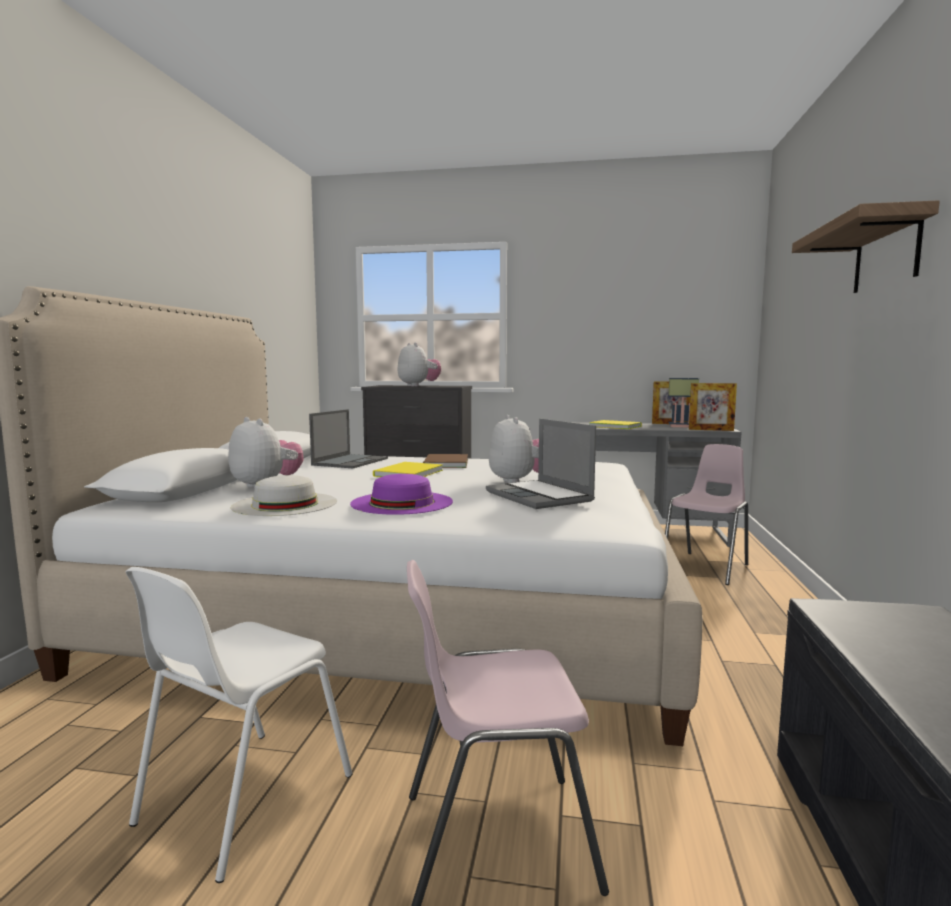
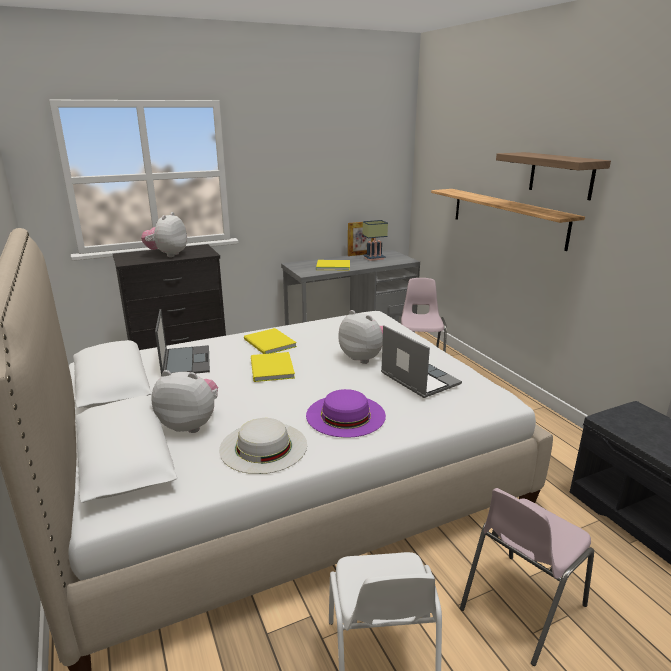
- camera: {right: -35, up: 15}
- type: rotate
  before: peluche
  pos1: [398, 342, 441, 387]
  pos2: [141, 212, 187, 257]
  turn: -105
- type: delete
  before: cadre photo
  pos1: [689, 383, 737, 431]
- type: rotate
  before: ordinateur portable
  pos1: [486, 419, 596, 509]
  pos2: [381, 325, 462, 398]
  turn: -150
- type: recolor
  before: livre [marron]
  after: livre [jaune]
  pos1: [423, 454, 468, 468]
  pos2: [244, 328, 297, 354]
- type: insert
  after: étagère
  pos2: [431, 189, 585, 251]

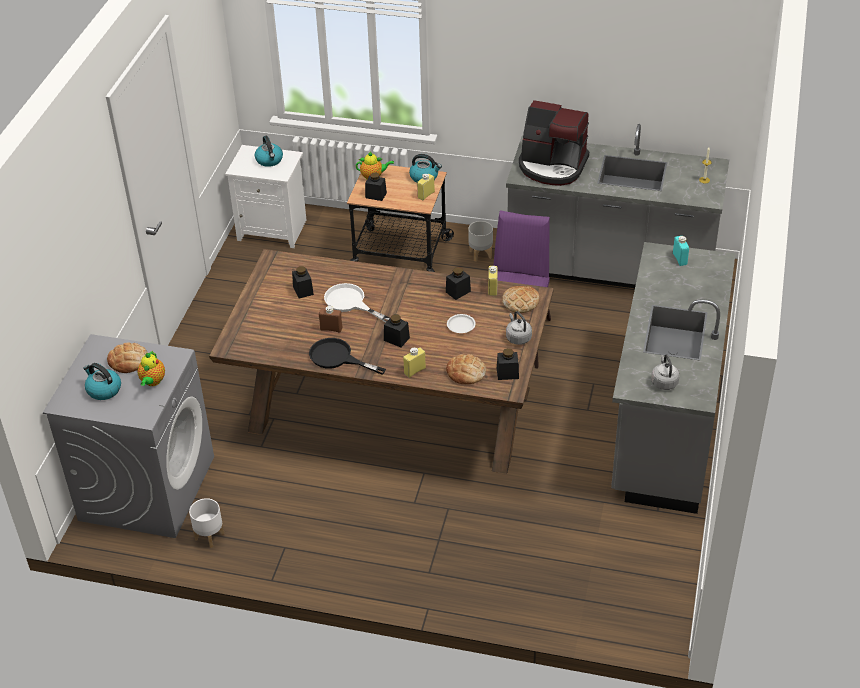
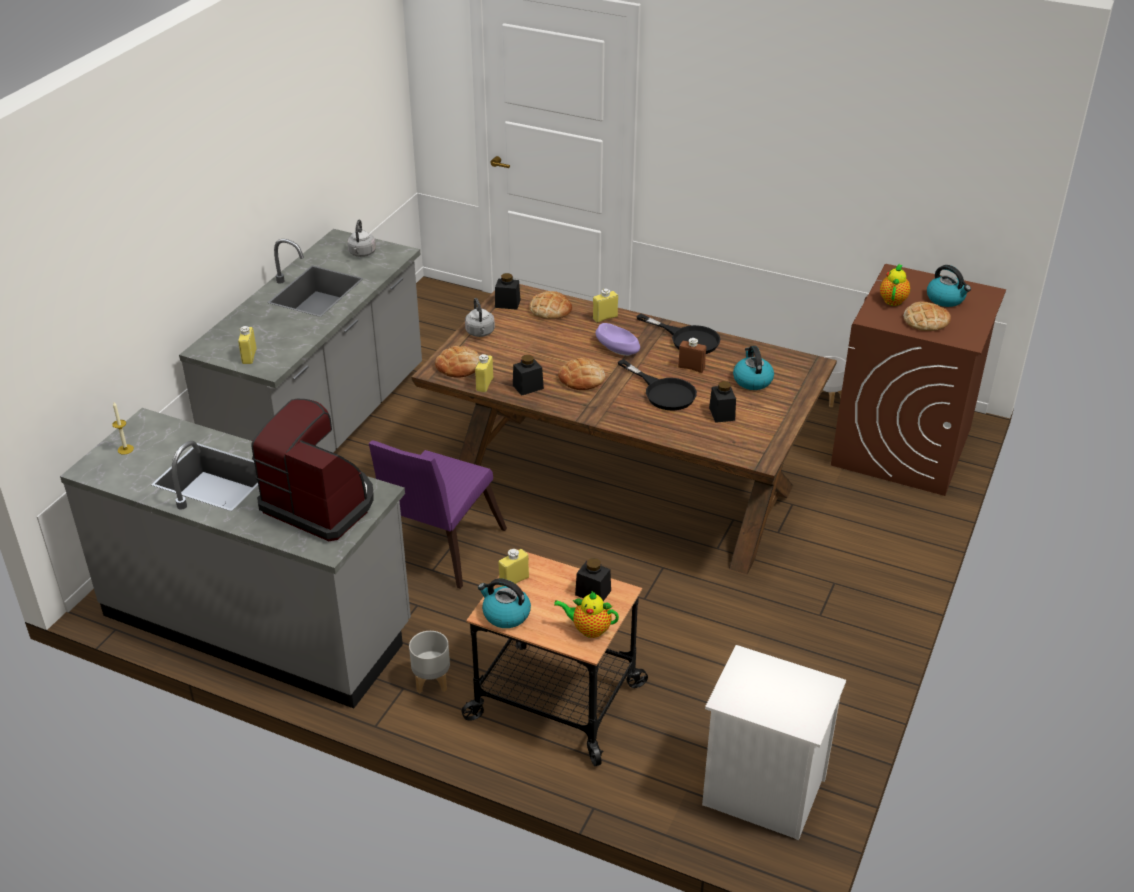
- camera: {right: -170, up: -5}
- type: move
  before: bouilloire
  pos1: [255, 136, 283, 167]
  pos2: [733, 346, 774, 390]
- type: recolor
  before: bouteille [turquoise]
  after: bouteille [jaune]
  pos1: [673, 236, 689, 266]
  pos2: [238, 326, 257, 364]
- type: recolor
  before: poêle [blanc]
  after: poêle [noir]
  pos1: [324, 283, 390, 323]
  pos2: [618, 359, 697, 411]
- type: replace
  before: bocal [noir]
  after: bol [violet]
  pos1: [384, 314, 410, 347]
  pos2: [595, 323, 640, 356]
- type: delete
  before: assiette [blanc]
  pos1: [447, 314, 476, 333]
- type: recolor
  before: lave-linge [gris]
  after: lave-linge [marron]
  pos1: [43, 334, 214, 538]
  pos2: [831, 264, 1006, 496]
- type: insert
  after: pain
  pos2: [558, 358, 605, 390]

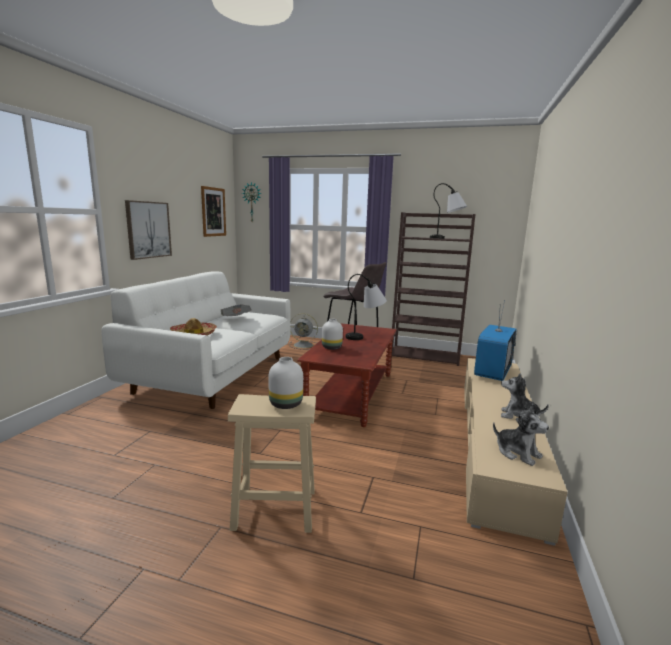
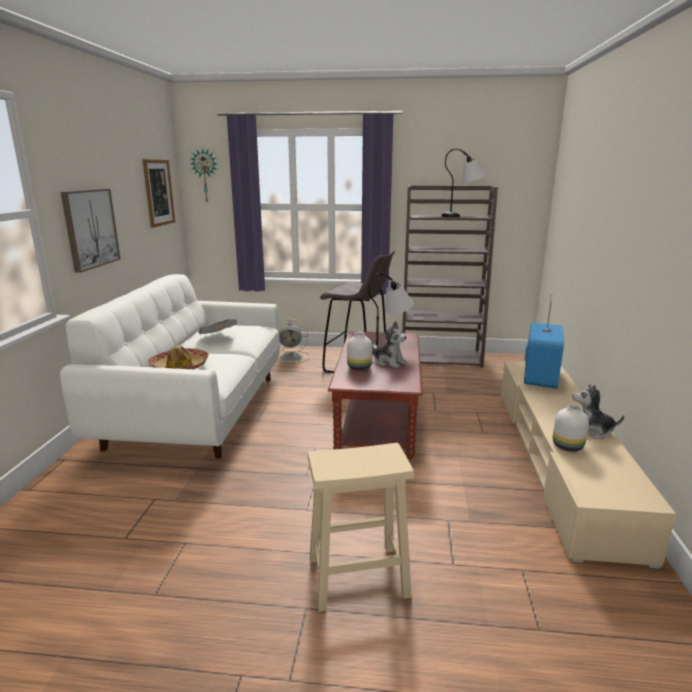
- camera: {right: -10, up: 5}
- type: move
  before: vase [blanc]
  pos1: [268, 357, 303, 409]
  pos2: [553, 405, 589, 452]
- type: move
  before: peluche
  pos1: [493, 404, 549, 466]
  pos2: [372, 321, 407, 368]

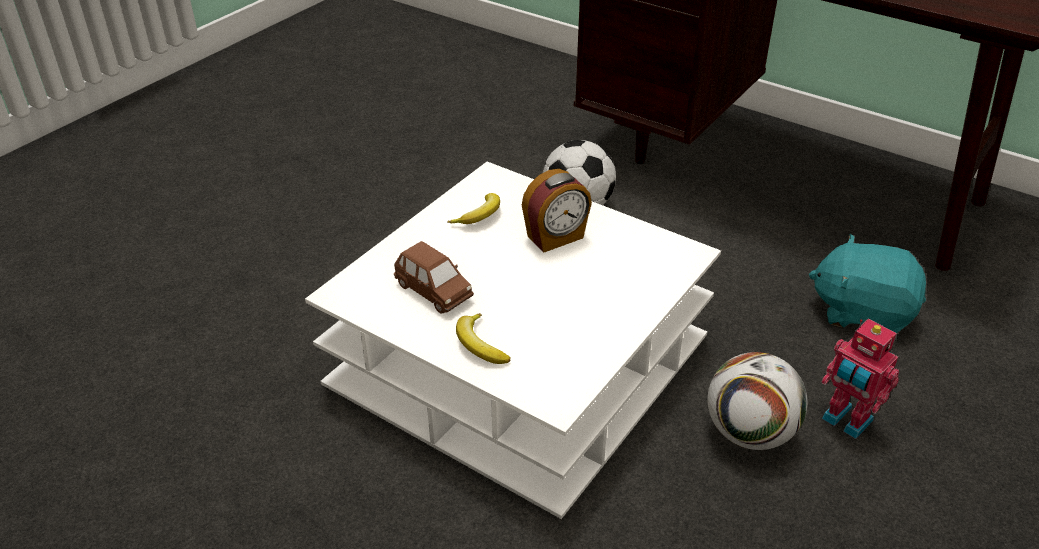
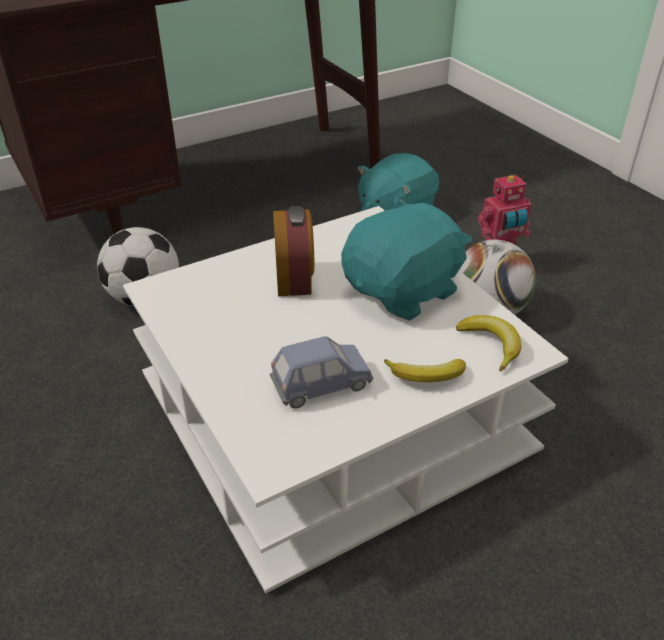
- camera: {right: -65, up: 0}
- type: move
  before: banane
  pos1: [448, 193, 500, 224]
  pos2: [456, 315, 521, 371]
- type: recolor
  before: petite voiture [marron]
  after: petite voiture [bleu]
  pos1: [394, 241, 474, 314]
  pos2: [270, 336, 373, 408]
- type: insert
  after: peluche [turquoise]
  pos2: [341, 197, 472, 321]

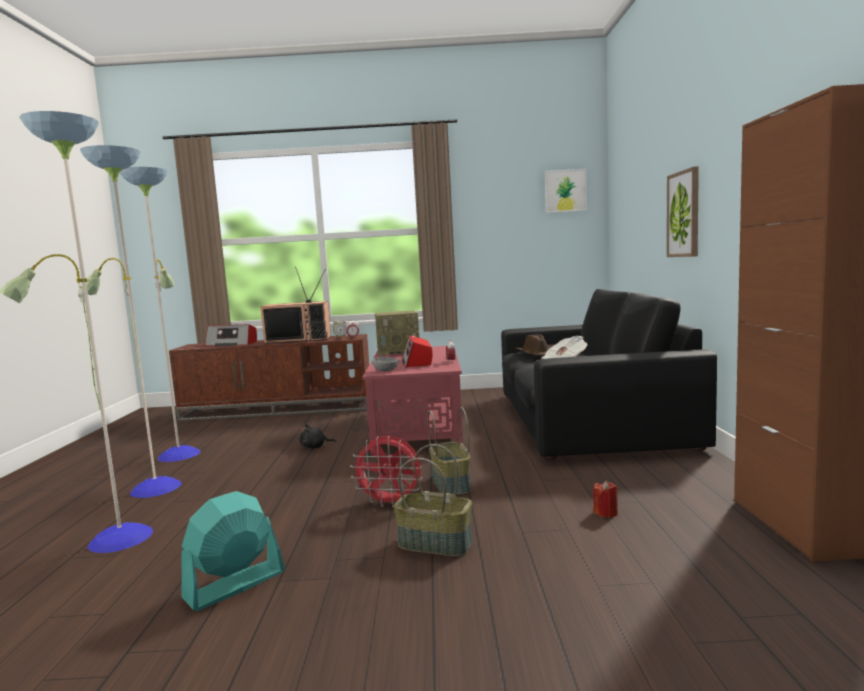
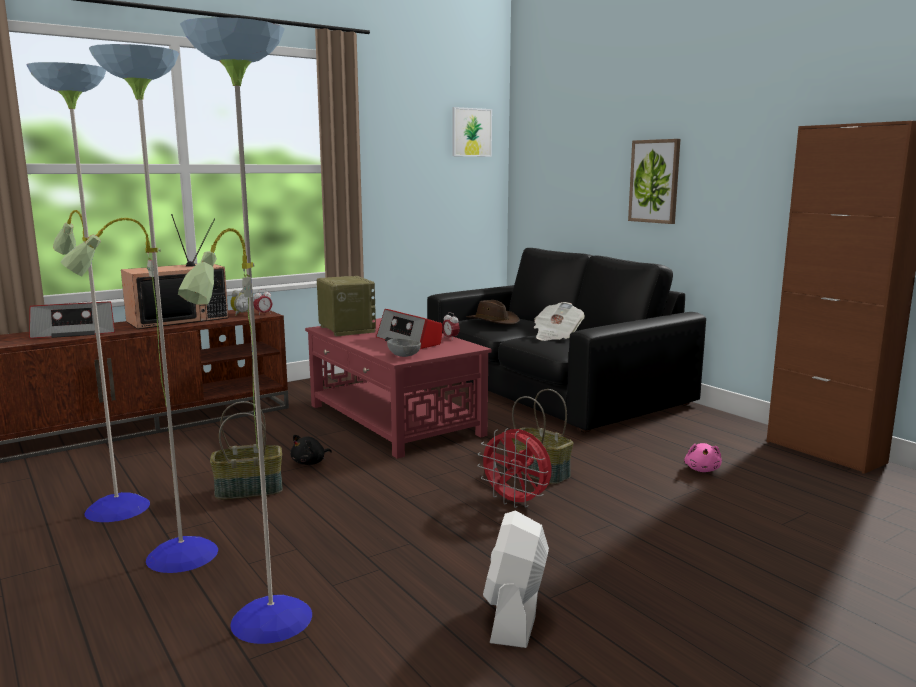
- camera: {right: -35, up: 5}
- type: rotate
  before: radio
  pos1: [375, 310, 420, 356]
  pos2: [317, 276, 376, 336]
  turn: -75
- type: rotate
  before: ventilateur [rouge]
  pos1: [350, 436, 422, 507]
  pos2: [477, 428, 552, 508]
  turn: 60
- type: move
  before: panier
  pos1: [393, 444, 473, 557]
  pos2: [210, 401, 283, 500]
- type: replace
  before: bougie [rouge]
  after: peluche [rose]
  pos1: [593, 481, 618, 518]
  pos2: [684, 443, 722, 472]
- type: recolor
  before: ventilateur [turquoise]
  after: ventilateur [blanc]
  pos1: [181, 491, 285, 611]
  pos2: [483, 510, 549, 648]

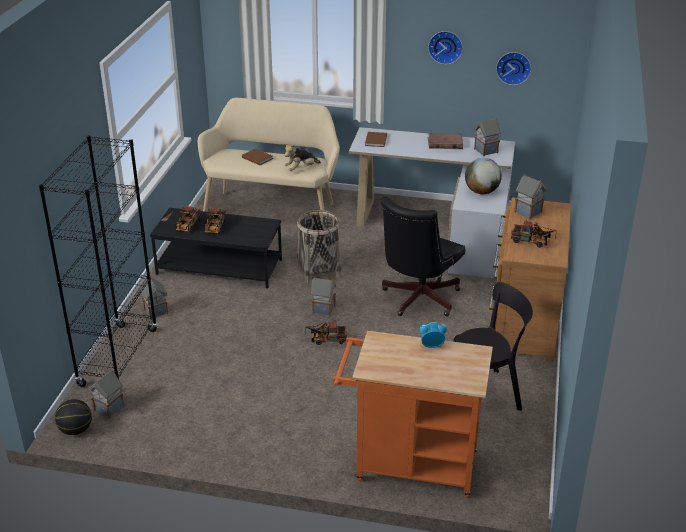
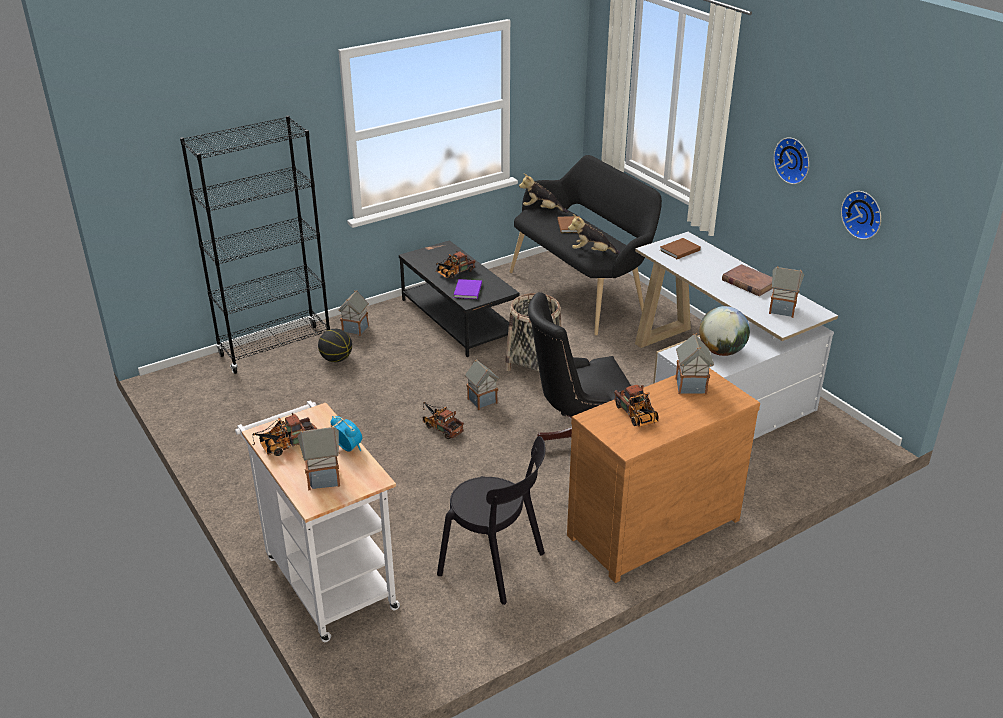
- camera: {right: 45, up: 0}
- type: recolor
  before: banc [beige]
  after: banc [noir]
  pos1: [198, 98, 340, 212]
  pos2: [510, 155, 662, 336]
- type: move
  before: camion jouet
  pos1: [175, 206, 201, 232]
  pos2: [252, 413, 317, 456]
- type: recolor
  before: chariot [orange]
  after: chariot [blanc]
  pos1: [332, 331, 493, 498]
  pos2: [235, 400, 400, 642]
- type: move
  before: maison miniature
  pos1: [88, 370, 125, 419]
  pos2: [297, 425, 340, 490]
- type: move
  before: ballon de basket
  pos1: [55, 399, 92, 435]
  pos2: [318, 329, 352, 362]
- type: insert
  after: peluche
  pos2: [519, 173, 568, 213]
- type: insert
  after: livre [violet]
  pos2: [454, 279, 482, 299]

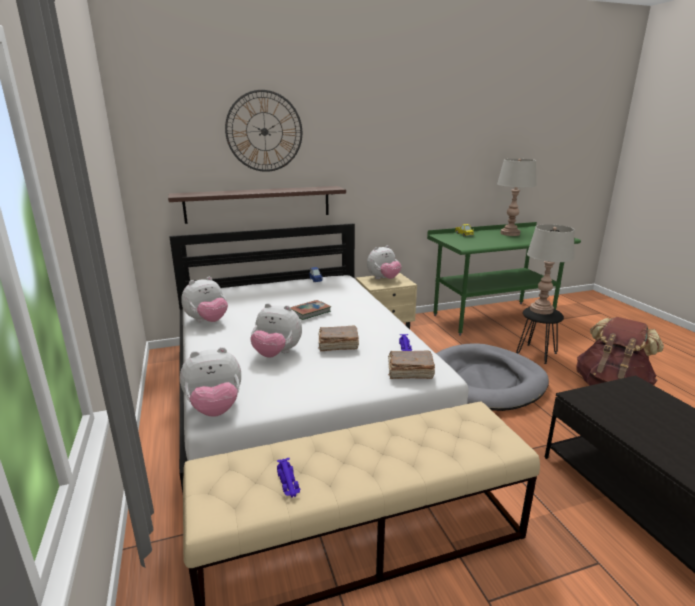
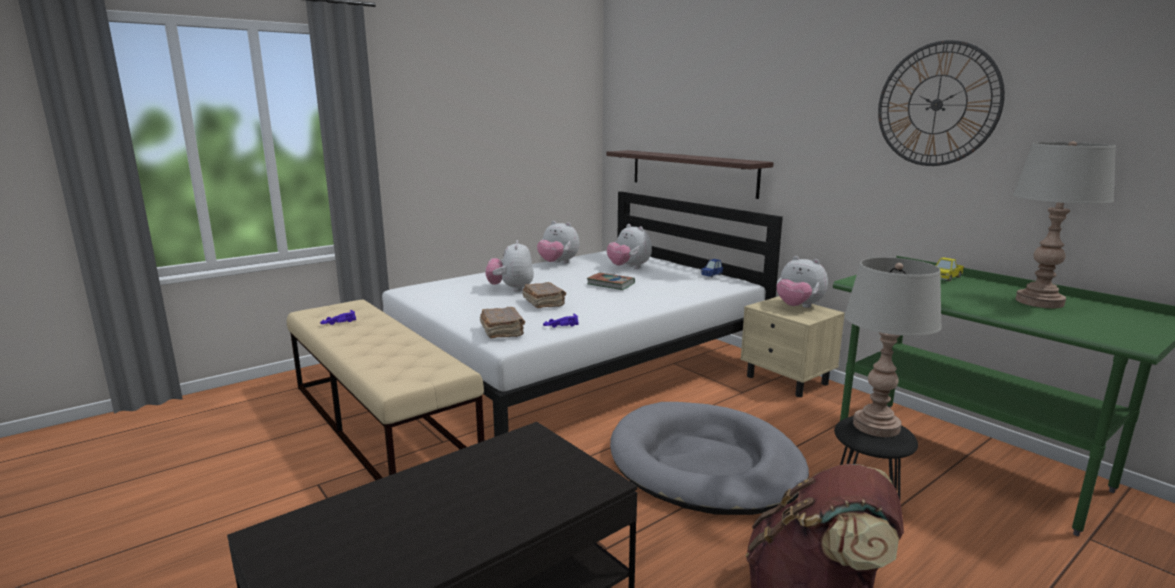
- camera: {right: 70, up: -5}
- type: move
  before: horloge murale
  pos1: [225, 90, 302, 172]
  pos2: [878, 40, 1005, 166]
- type: move
  before: peluche
  pos1: [180, 347, 241, 417]
  pos2: [607, 224, 652, 269]

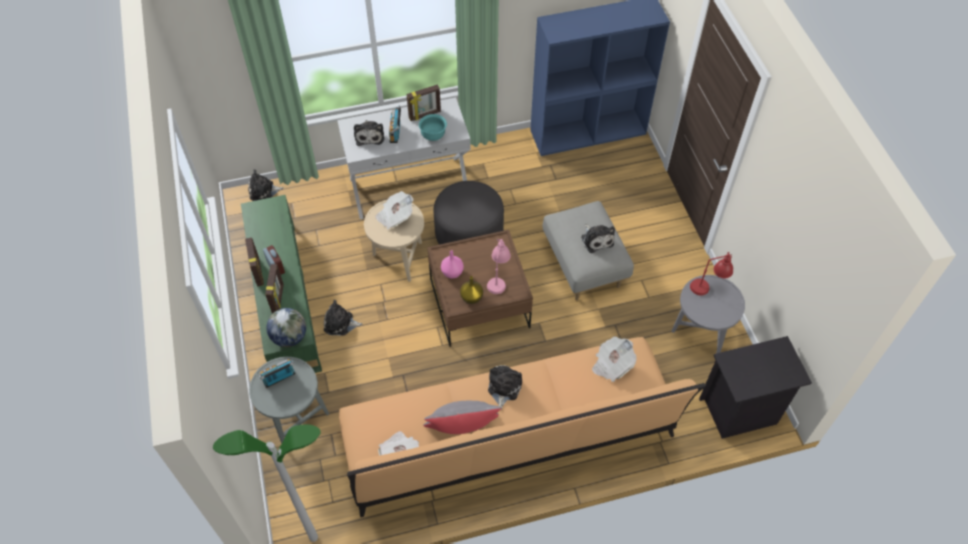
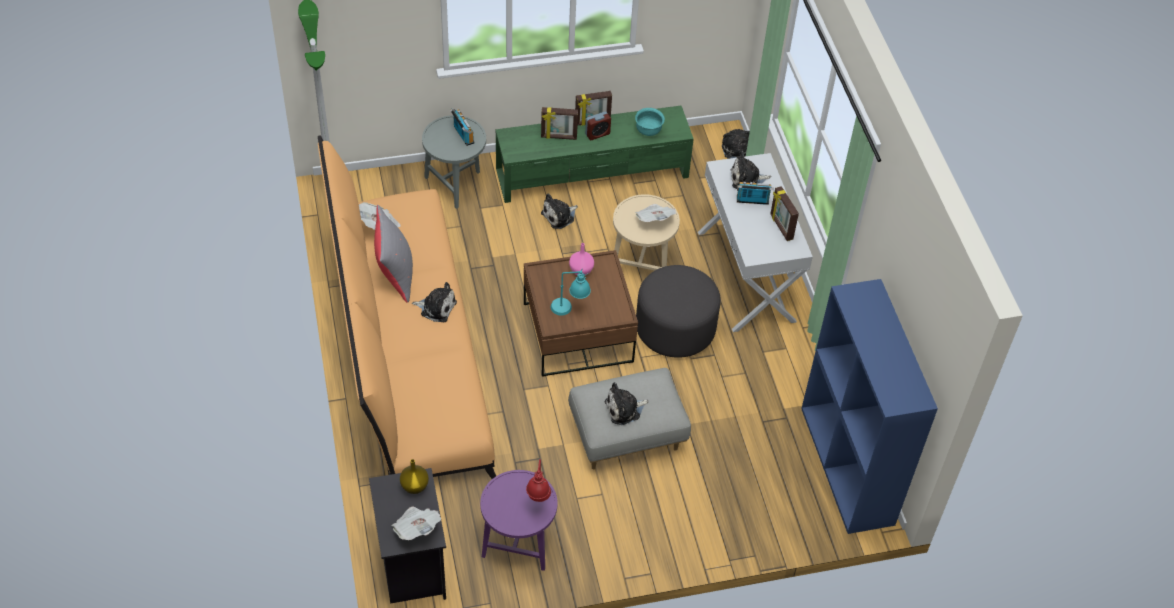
- camera: {right: 90, up: -5}
- type: move
  before: bol [turquoise]
  pos1: [419, 114, 447, 141]
  pos2: [635, 108, 665, 136]
- type: recolor
  before: lampe de table [rose]
  after: lampe de table [turquoise]
  pos1: [487, 239, 511, 294]
  pos2: [551, 269, 591, 316]
- type: recolor
  before: table d'appoint [gris]
  after: table d'appoint [violet]
  pos1: [672, 275, 745, 353]
  pos2: [480, 470, 558, 571]
- type: move
  before: vase [jaune]
  pos1: [460, 276, 483, 304]
  pos2: [400, 459, 429, 494]
- type: rotate
  before: peluche
  pos1: [324, 300, 362, 336]
  pos2: [541, 194, 578, 229]
  turn: -135
- type: delete
  before: globe
  pos1: [266, 308, 306, 347]
- type: move
  before: journal
  pos1: [592, 336, 637, 382]
  pos2: [391, 506, 441, 540]

